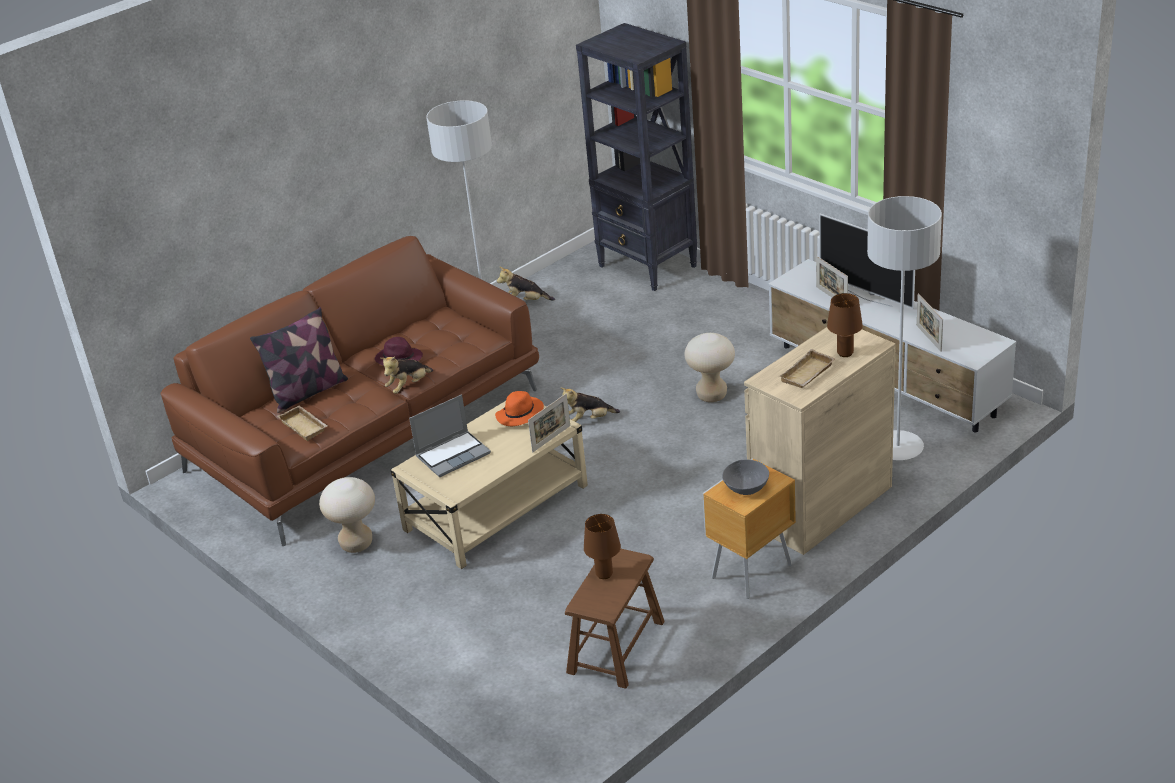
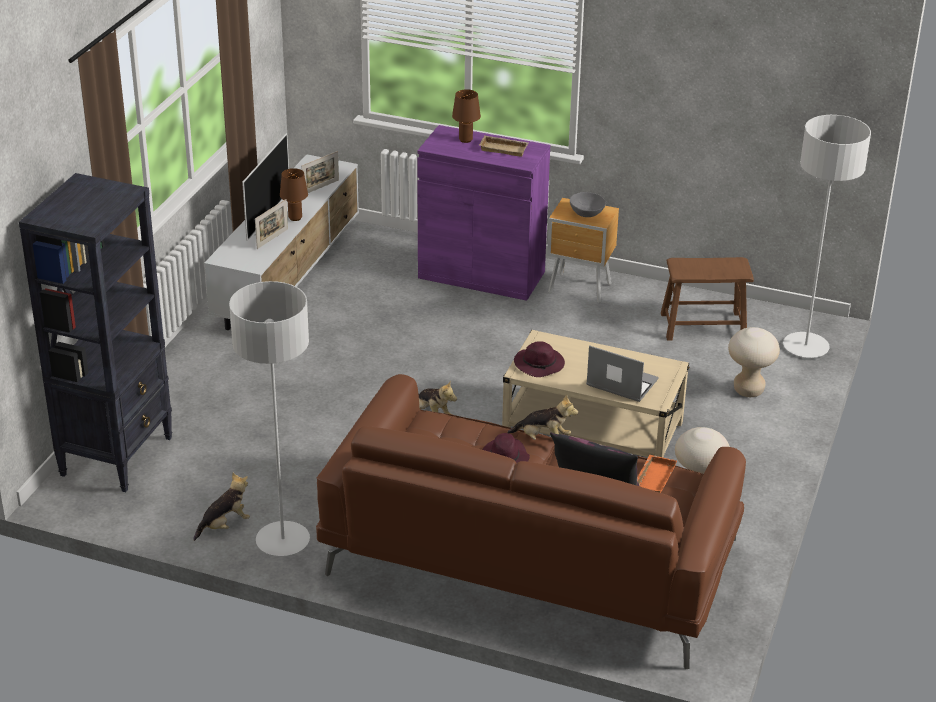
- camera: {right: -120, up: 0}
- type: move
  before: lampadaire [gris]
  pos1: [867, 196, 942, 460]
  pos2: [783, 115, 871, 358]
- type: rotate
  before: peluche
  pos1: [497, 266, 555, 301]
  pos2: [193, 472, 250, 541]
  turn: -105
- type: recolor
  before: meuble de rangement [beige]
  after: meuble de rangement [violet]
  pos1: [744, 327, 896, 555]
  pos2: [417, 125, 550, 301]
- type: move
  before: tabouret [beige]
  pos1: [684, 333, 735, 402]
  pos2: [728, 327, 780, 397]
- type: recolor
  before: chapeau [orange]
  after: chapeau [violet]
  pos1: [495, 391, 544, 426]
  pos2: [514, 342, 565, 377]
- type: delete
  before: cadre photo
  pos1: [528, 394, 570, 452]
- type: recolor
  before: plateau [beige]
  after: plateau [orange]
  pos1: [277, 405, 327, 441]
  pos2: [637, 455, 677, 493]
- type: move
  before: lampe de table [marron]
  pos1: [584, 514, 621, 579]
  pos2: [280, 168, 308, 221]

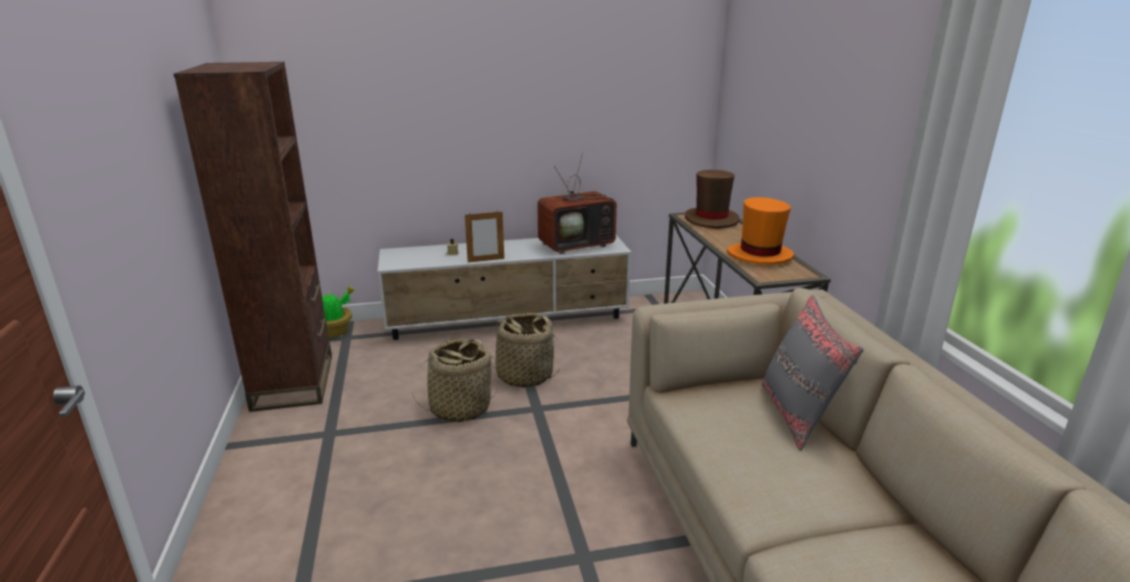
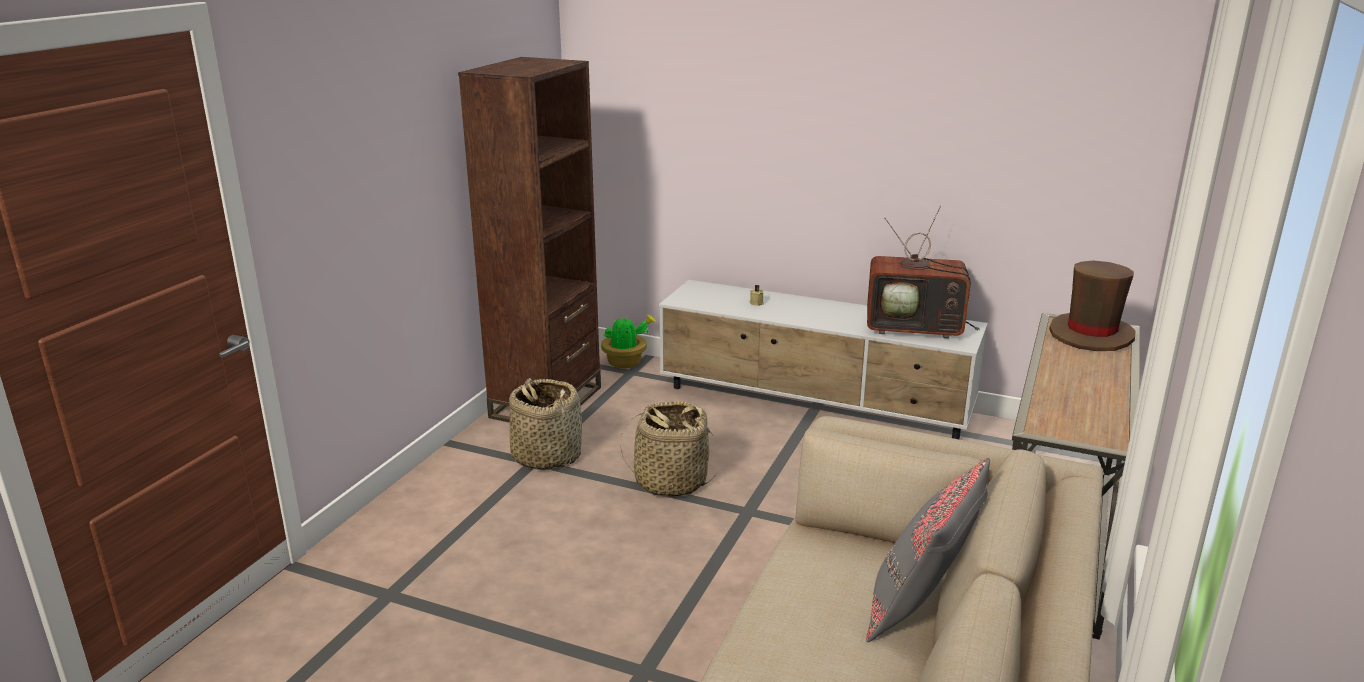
- camera: {right: 35, up: 0}
- type: delete
  before: chapeau [orange]
  pos1: [727, 197, 794, 265]
- type: delete
  before: cadre photo
  pos1: [465, 210, 504, 262]
- type: move
  before: panier
  pos1: [485, 313, 559, 387]
  pos2: [509, 378, 582, 470]

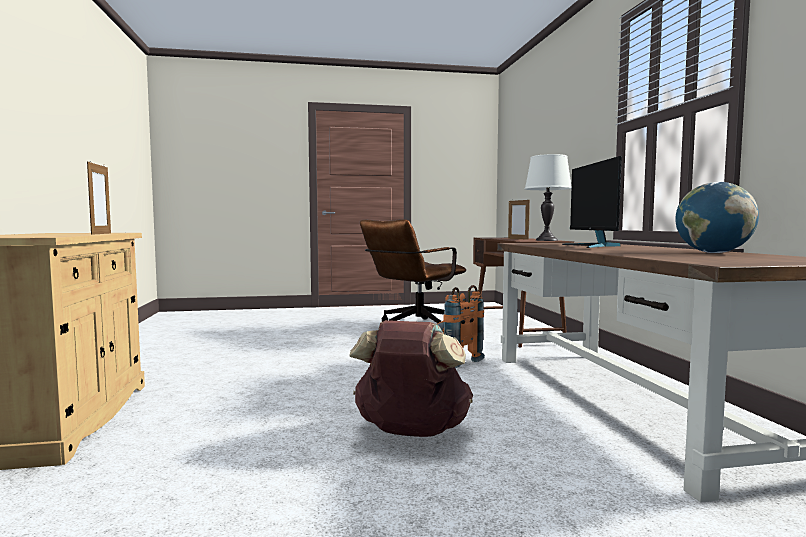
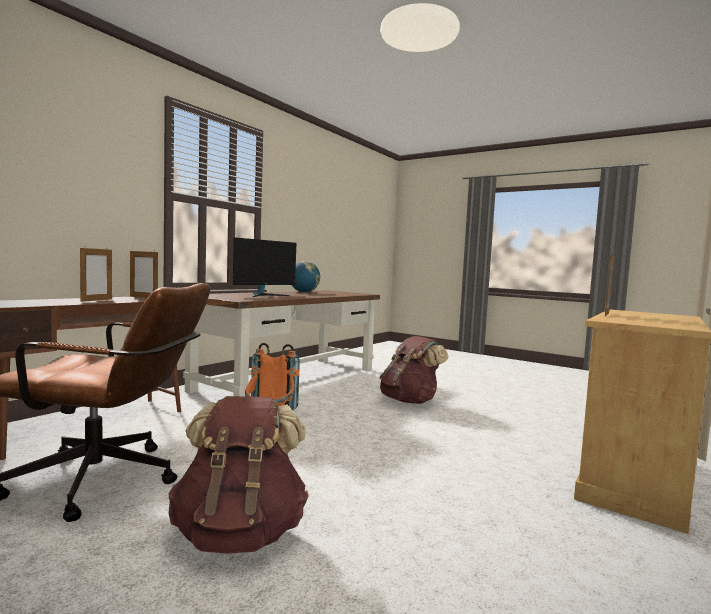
- camera: {right: -135, up: 0}
- type: replace
  before: lampe de table [blanc]
  after: cadre photo
  pos1: [525, 154, 571, 241]
  pos2: [130, 250, 158, 298]
- type: insert
  after: sac à dos [marron]
  pos2: [169, 396, 309, 554]

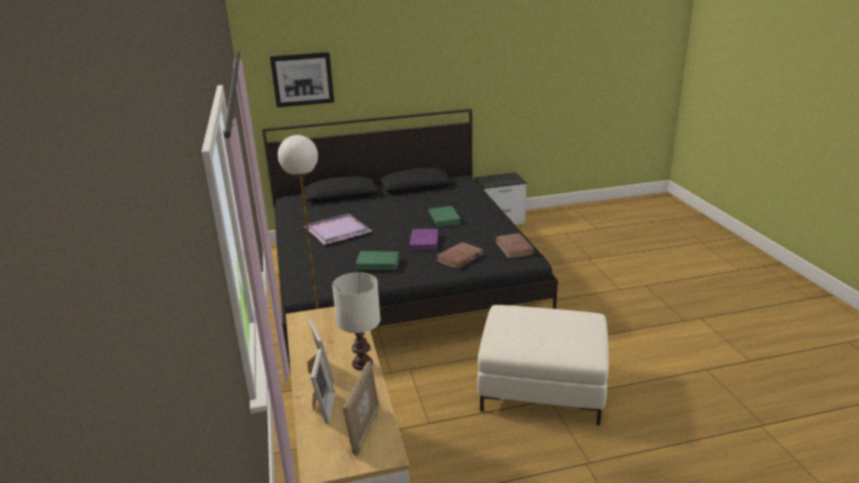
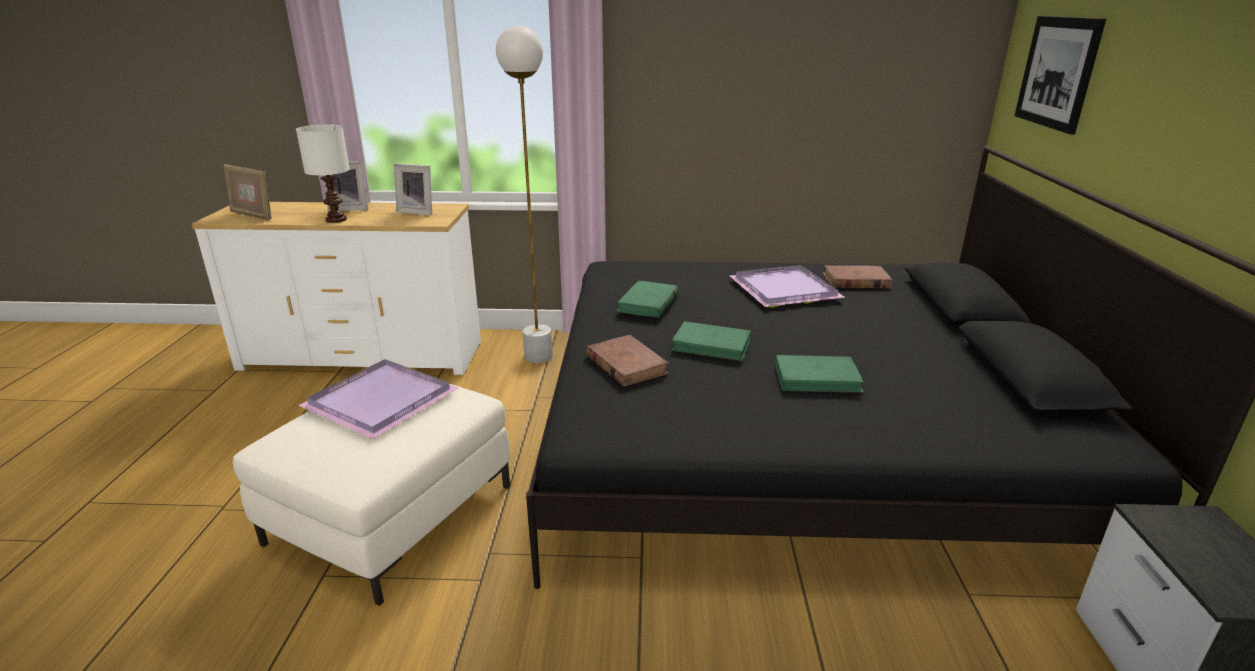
- camera: {right: 105, up: 0}
- type: recolor
  before: livre [violet]
  after: livre [vert]
  pos1: [409, 229, 439, 251]
  pos2: [671, 321, 751, 361]
- type: move
  before: livre [marron]
  pos1: [495, 233, 535, 259]
  pos2: [822, 265, 893, 288]
- type: move
  before: cadre photo
  pos1: [310, 349, 335, 424]
  pos2: [394, 163, 432, 215]
- type: insert
  after: plateau [violet]
  pos2: [298, 359, 458, 439]

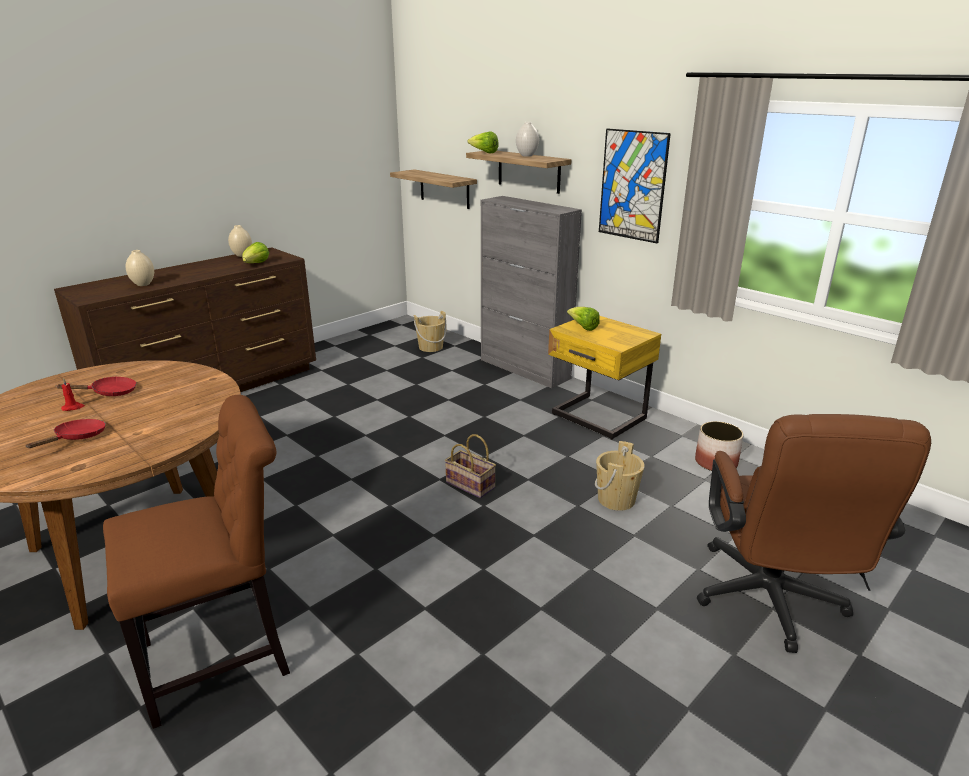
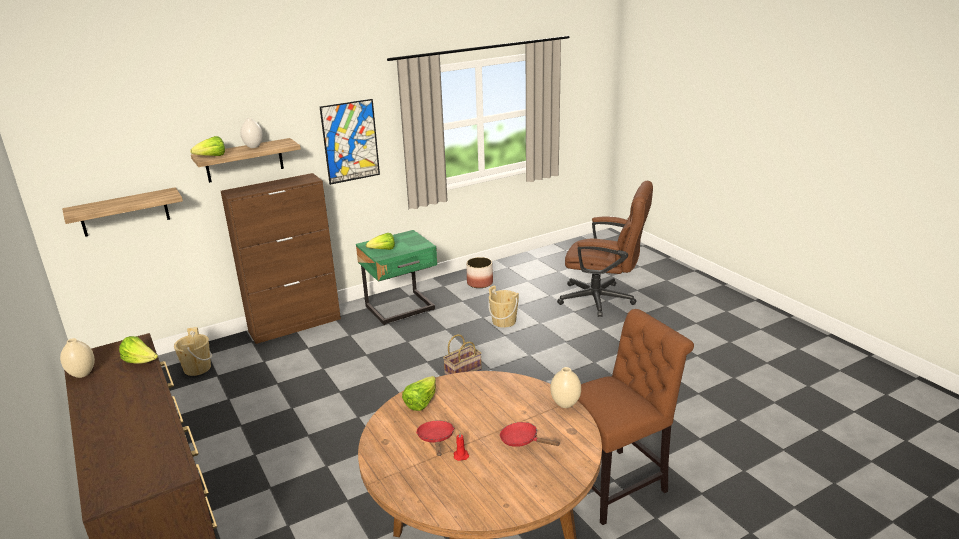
- camera: {right: -75, up: 0}
- type: recolor
  before: meuble de rangement [gris]
  after: meuble de rangement [marron]
  pos1: [481, 196, 582, 388]
  pos2: [221, 173, 341, 344]
- type: move
  before: vase [beige]
  pos1: [125, 250, 154, 286]
  pos2: [550, 367, 581, 408]
- type: recolor
  before: table de chevet [jaune]
  after: table de chevet [vert]
  pos1: [548, 316, 661, 440]
  pos2: [356, 230, 437, 325]
- type: rotate
  before: chaise [marron]
  pos1: [103, 395, 290, 729]
  pos2: [578, 309, 694, 525]
  turn: 75
- type: insert
  after: laitue
  pos2: [402, 376, 436, 411]

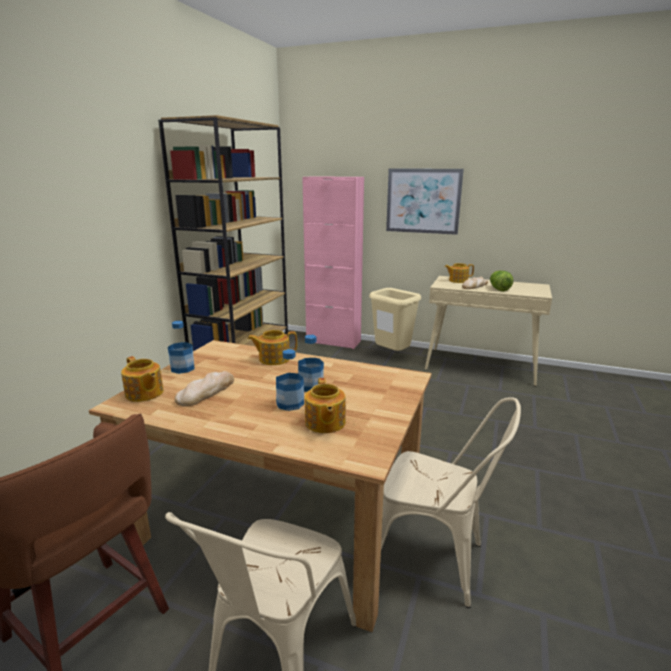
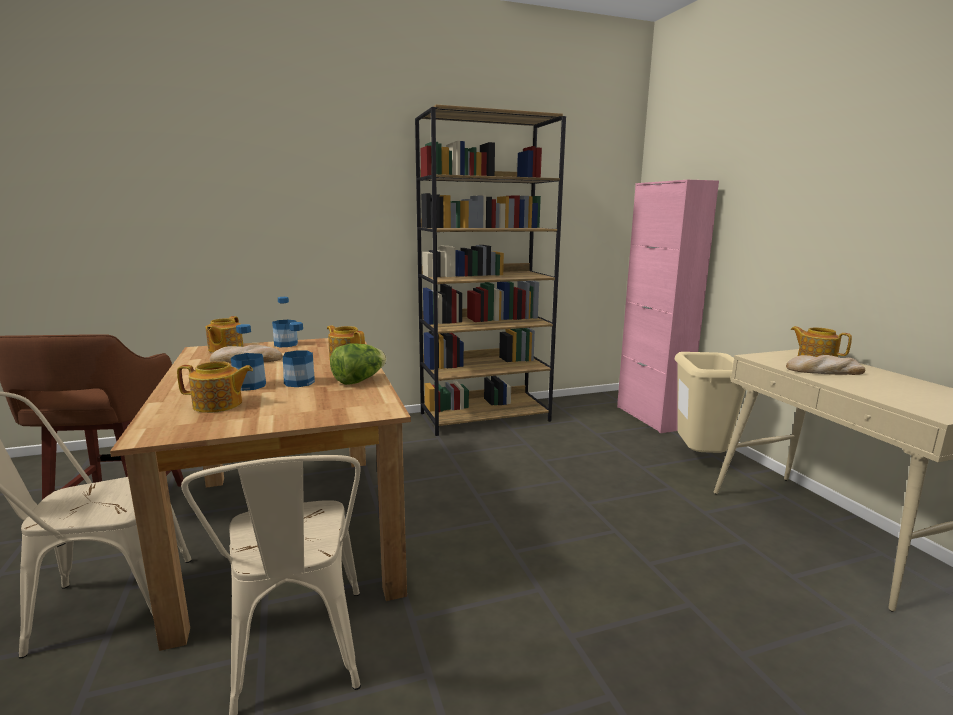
- camera: {right: 50, up: -5}
- type: delete
  before: tableau
  pos1: [386, 169, 464, 235]
- type: move
  before: laitue
  pos1: [490, 271, 514, 291]
  pos2: [330, 343, 386, 385]
- type: rotate
  before: théière
  pos1: [305, 378, 346, 433]
  pos2: [177, 361, 253, 413]
  turn: -135

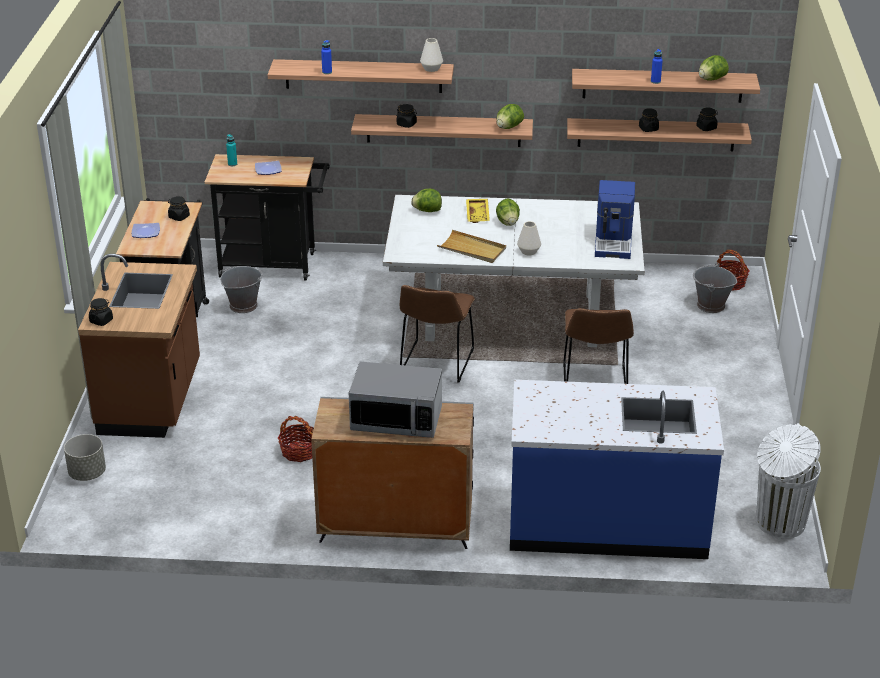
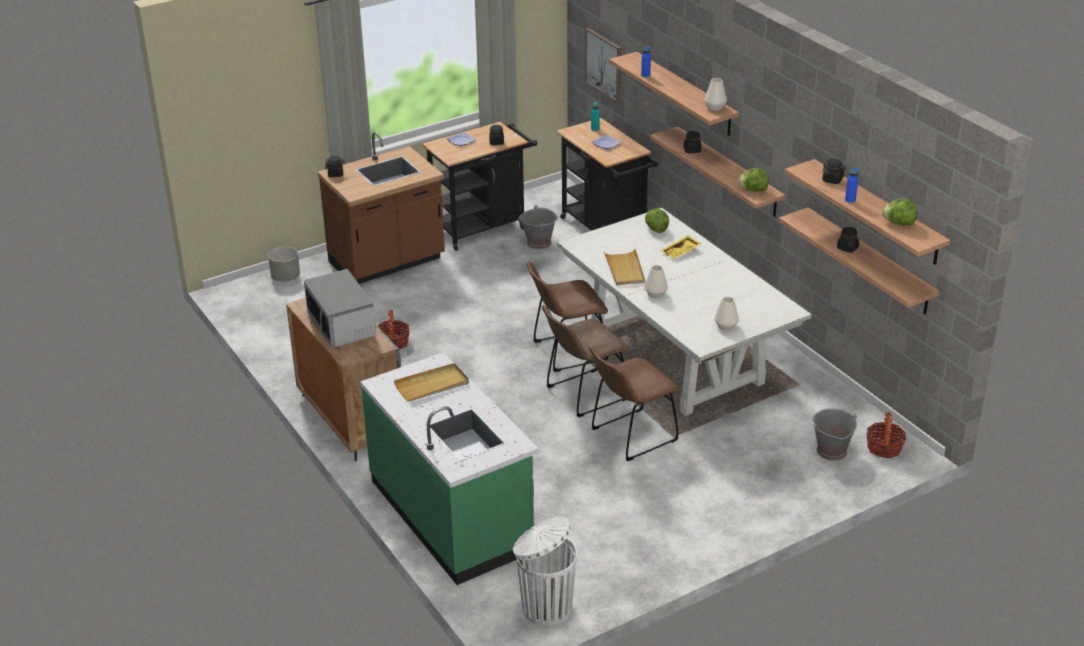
- camera: {right: 55, up: 0}
- type: move
  before: bocal [noir]
  pos1: [696, 108, 718, 131]
  pos2: [822, 159, 846, 184]
- type: replace
  before: machine à café
  after: vase [blanc]
  pos1: [595, 180, 635, 259]
  pos2: [715, 297, 739, 331]
- type: delete
  before: laitue
  pos1: [496, 198, 520, 226]
- type: recolor
  before: comptoir de cuisine [bleu]
  after: comptoir de cuisine [vert]
  pos1: [510, 380, 724, 559]
  pos2: [360, 352, 539, 585]
- type: insert
  after: tableau
  pos2: [585, 28, 621, 103]
- type: insert
  after: chaise [marron]
  pos2: [542, 305, 629, 417]
- type: insert
  after: plateau [beige]
  pos2: [394, 363, 469, 401]

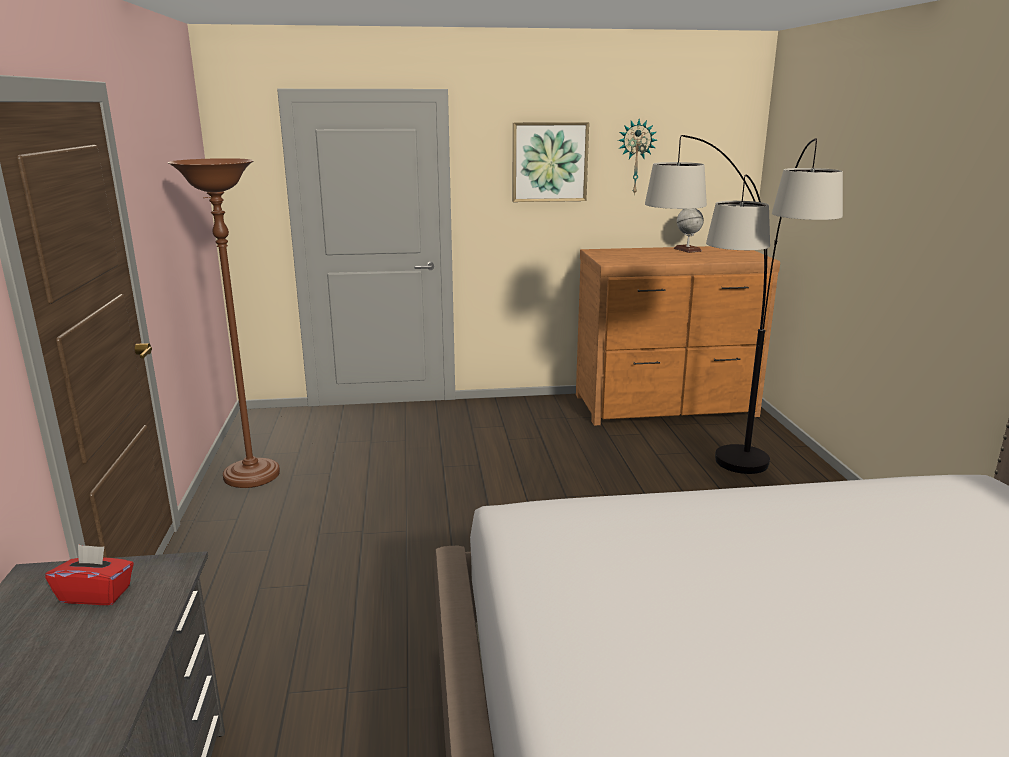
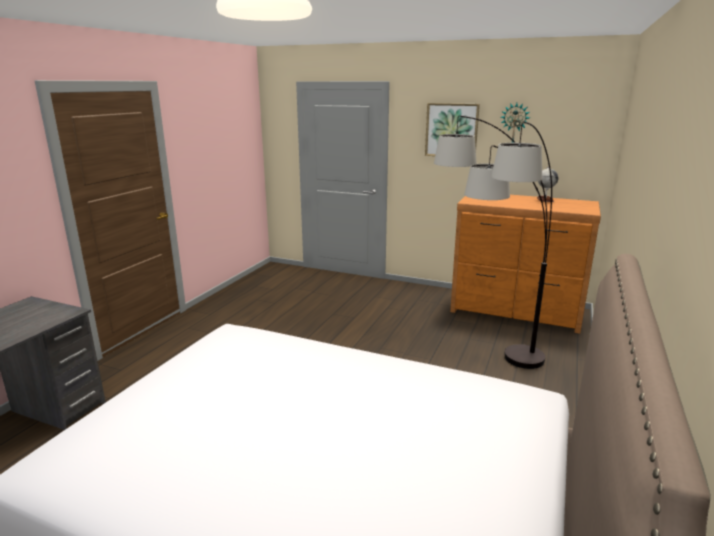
- camera: {right: 30, up: 0}
- type: delete
  before: lampadaire [marron]
  pos1: [168, 158, 280, 488]
- type: delete
  before: boîte à mouchoirs [rouge]
  pos1: [45, 544, 134, 605]

